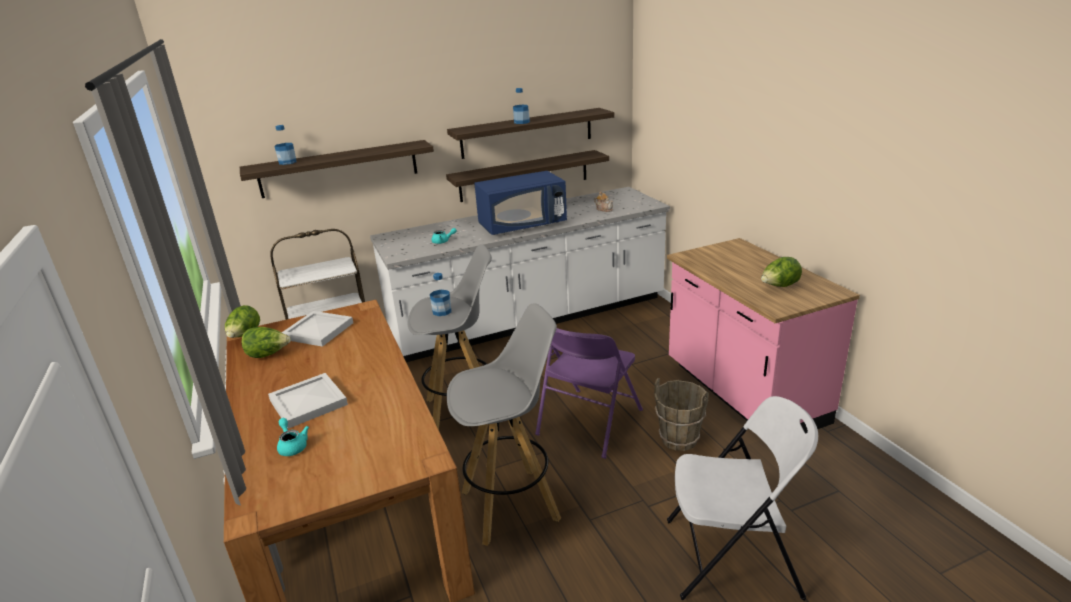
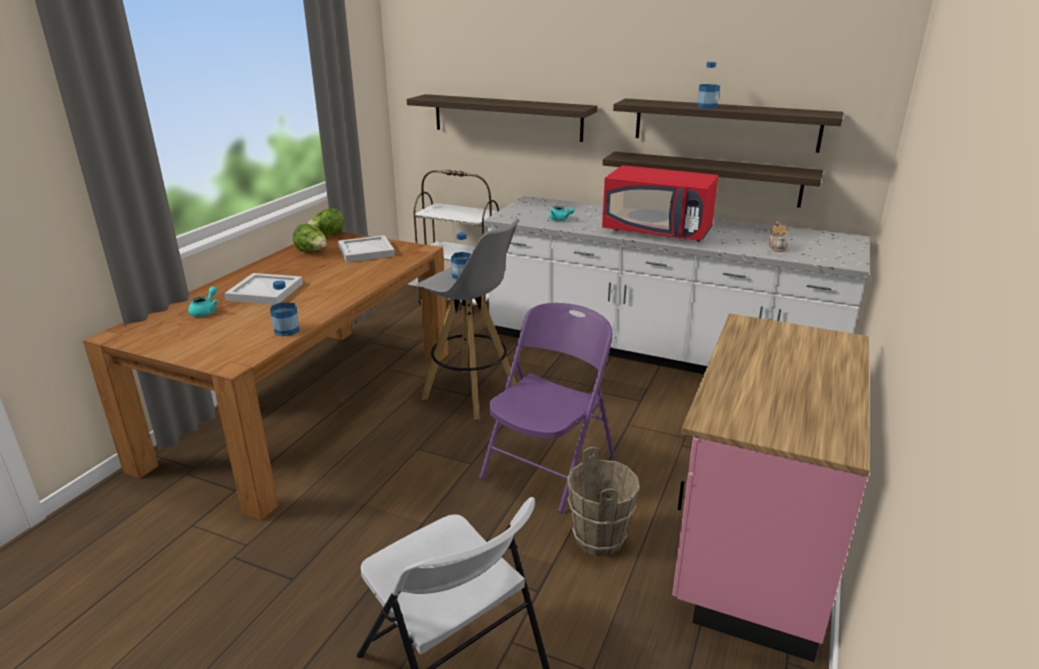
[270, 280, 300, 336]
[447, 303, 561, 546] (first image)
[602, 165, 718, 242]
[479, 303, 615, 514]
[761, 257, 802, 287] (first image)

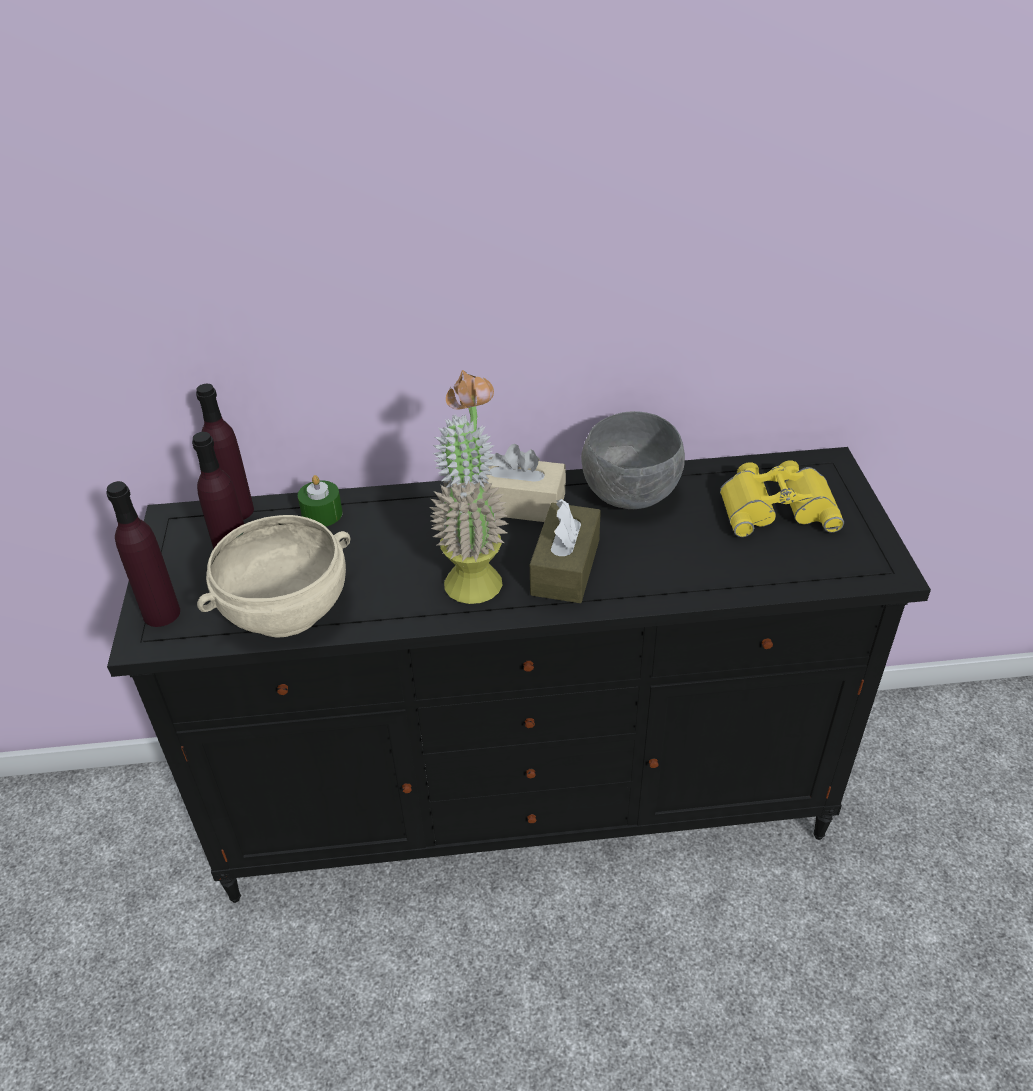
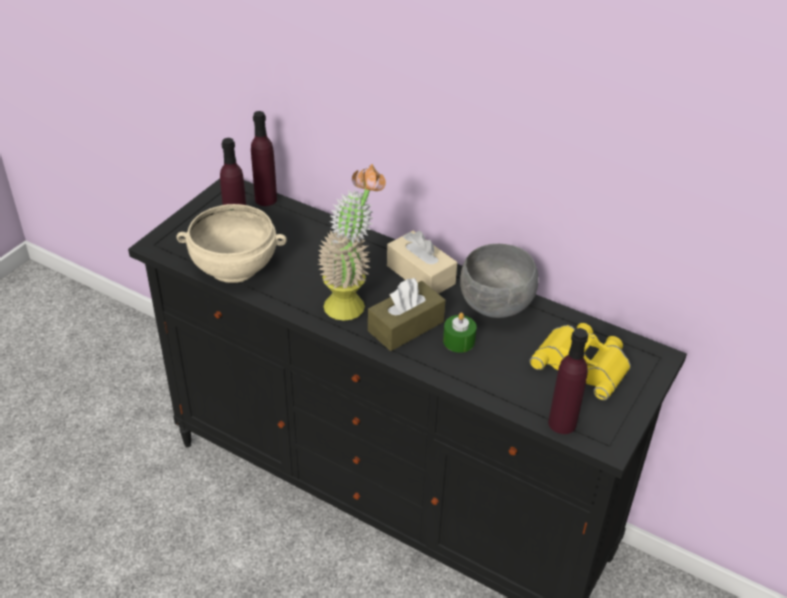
[548, 328, 588, 434]
[443, 313, 477, 353]

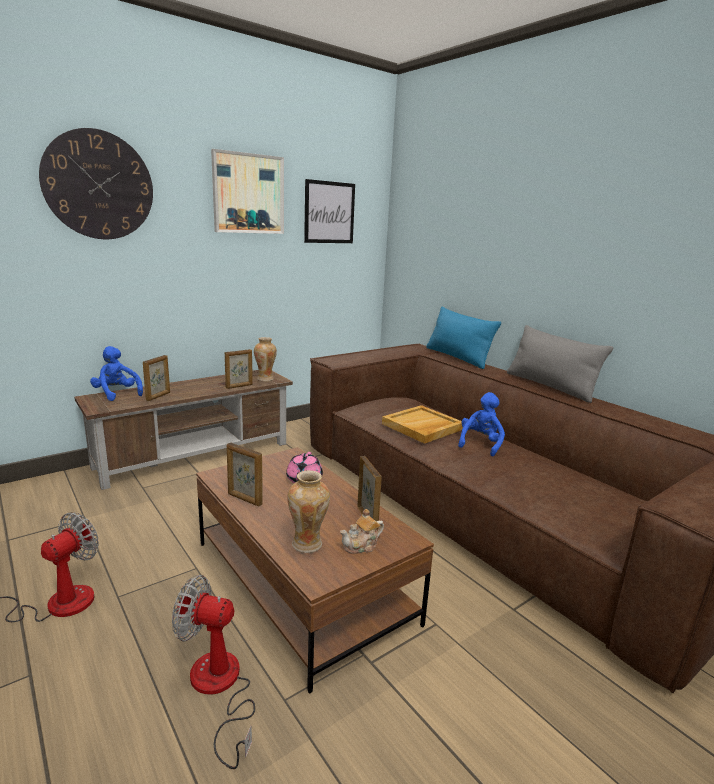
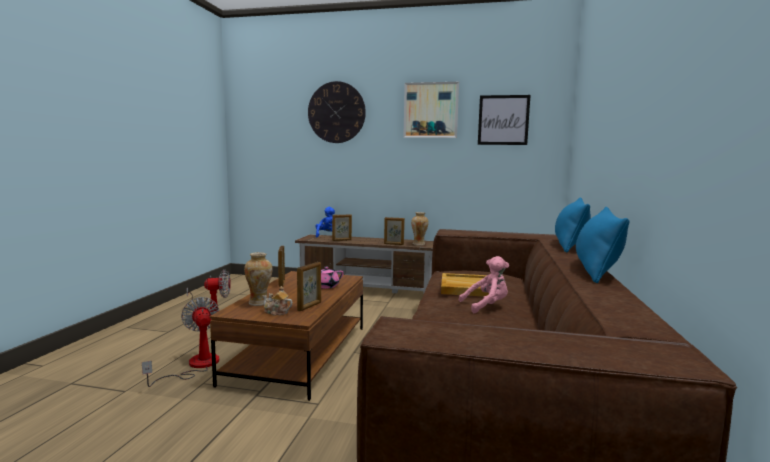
[459, 256, 509, 313]
[576, 207, 630, 283]

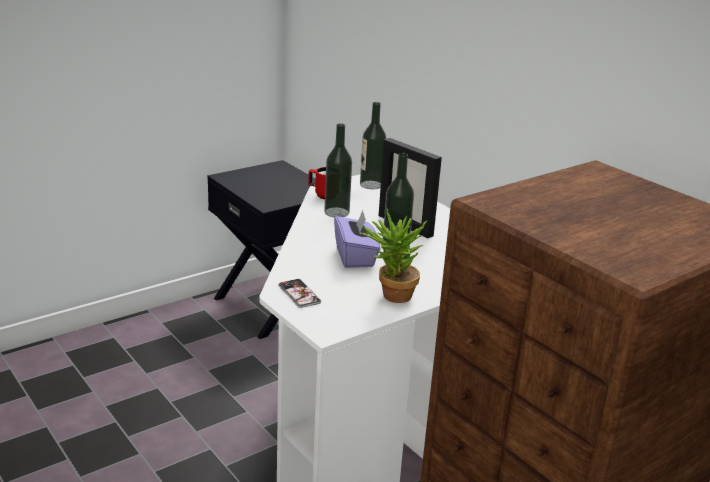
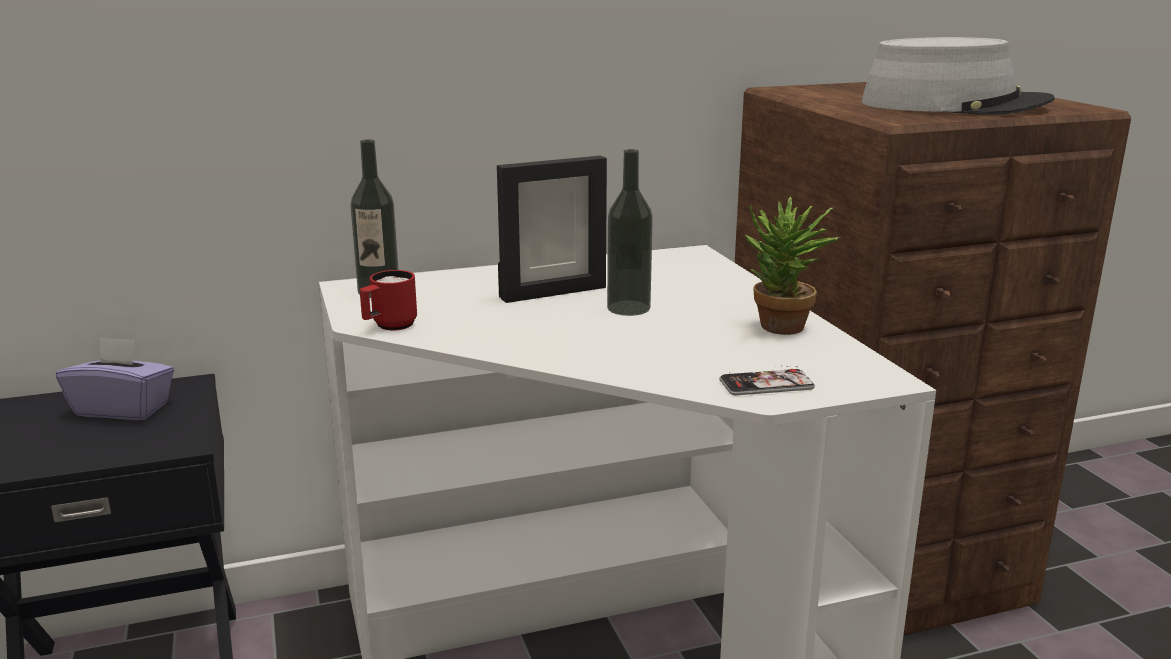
[324, 123, 352, 218] (first image)
[56, 337, 174, 420]
[861, 37, 1054, 115]

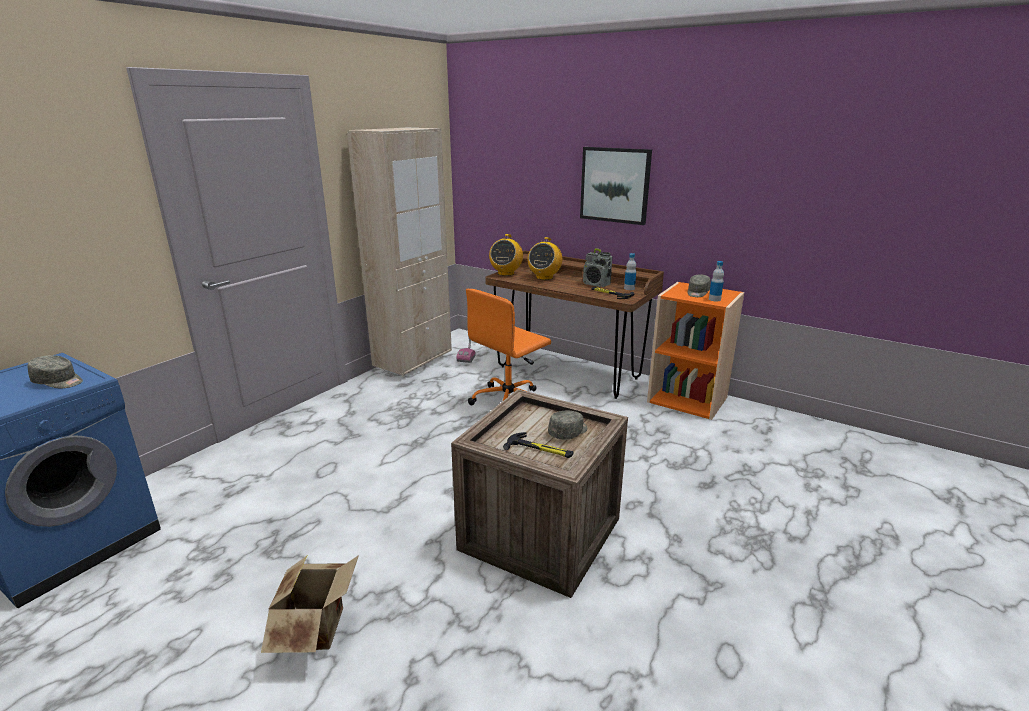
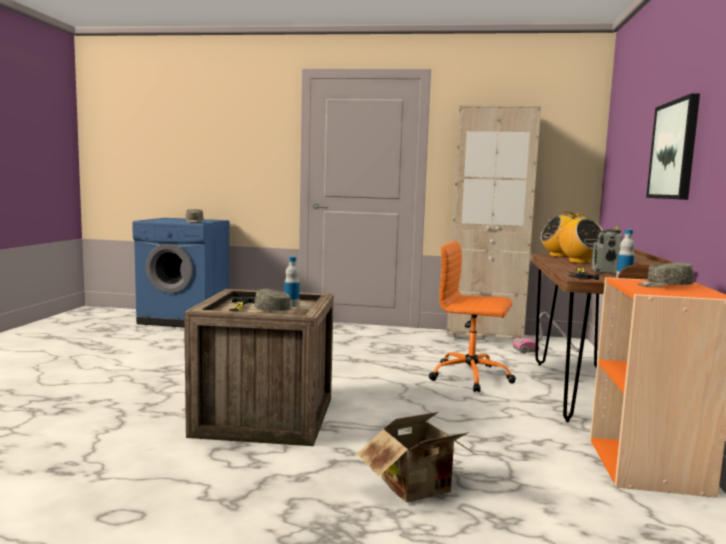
[357, 412, 478, 503]
[559, 213, 603, 264]
[284, 256, 300, 307]

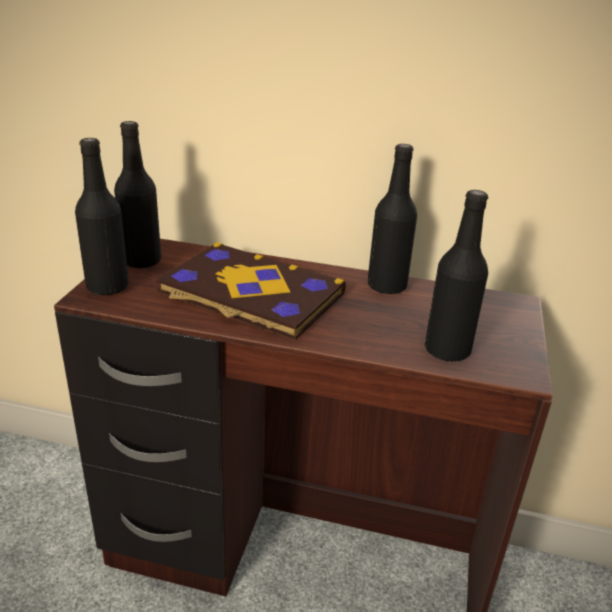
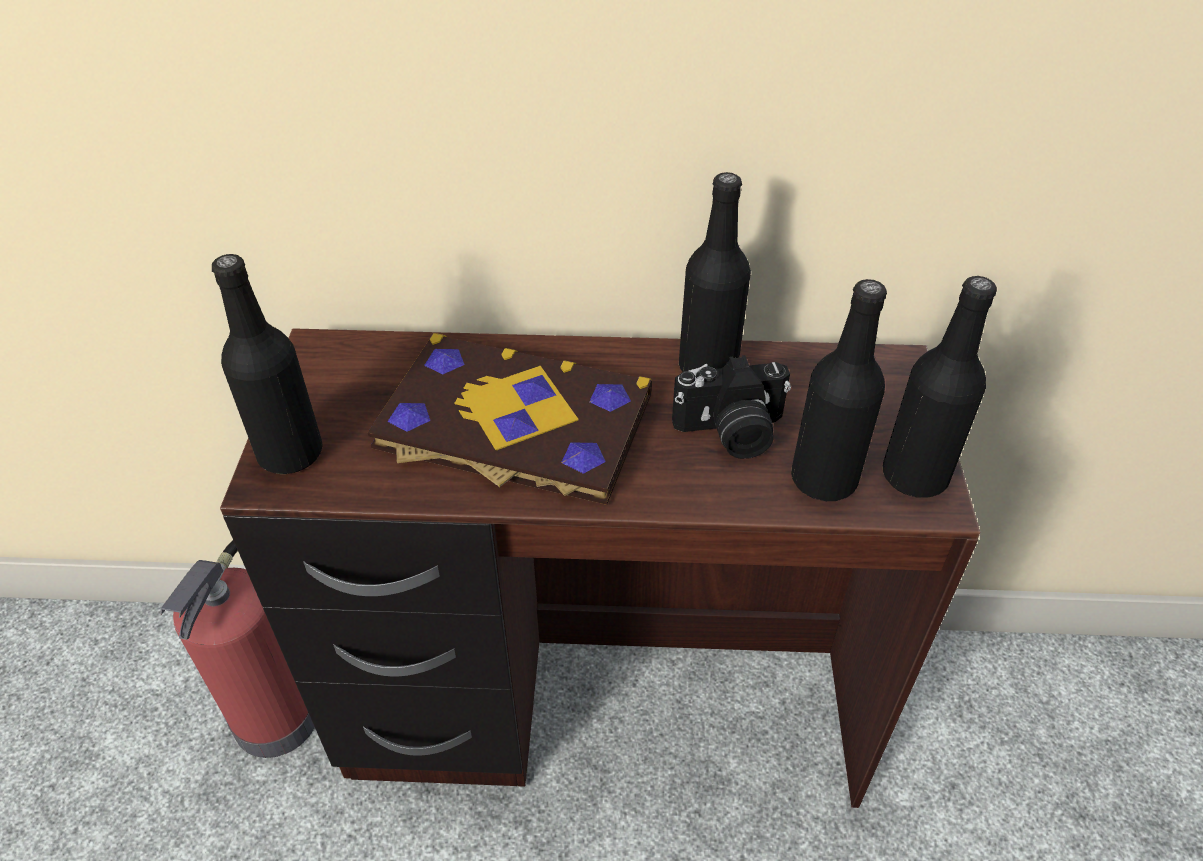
[882, 276, 997, 498]
[160, 541, 315, 758]
[672, 355, 791, 459]

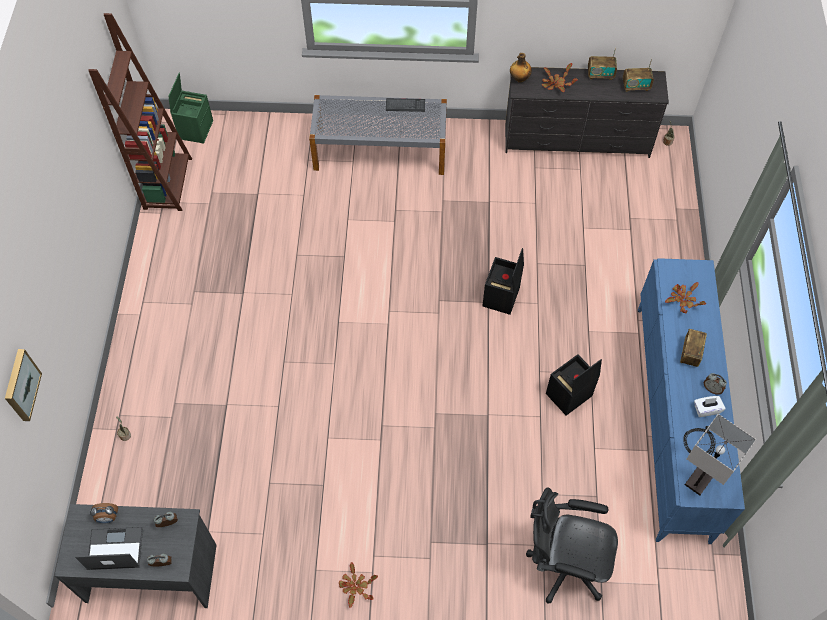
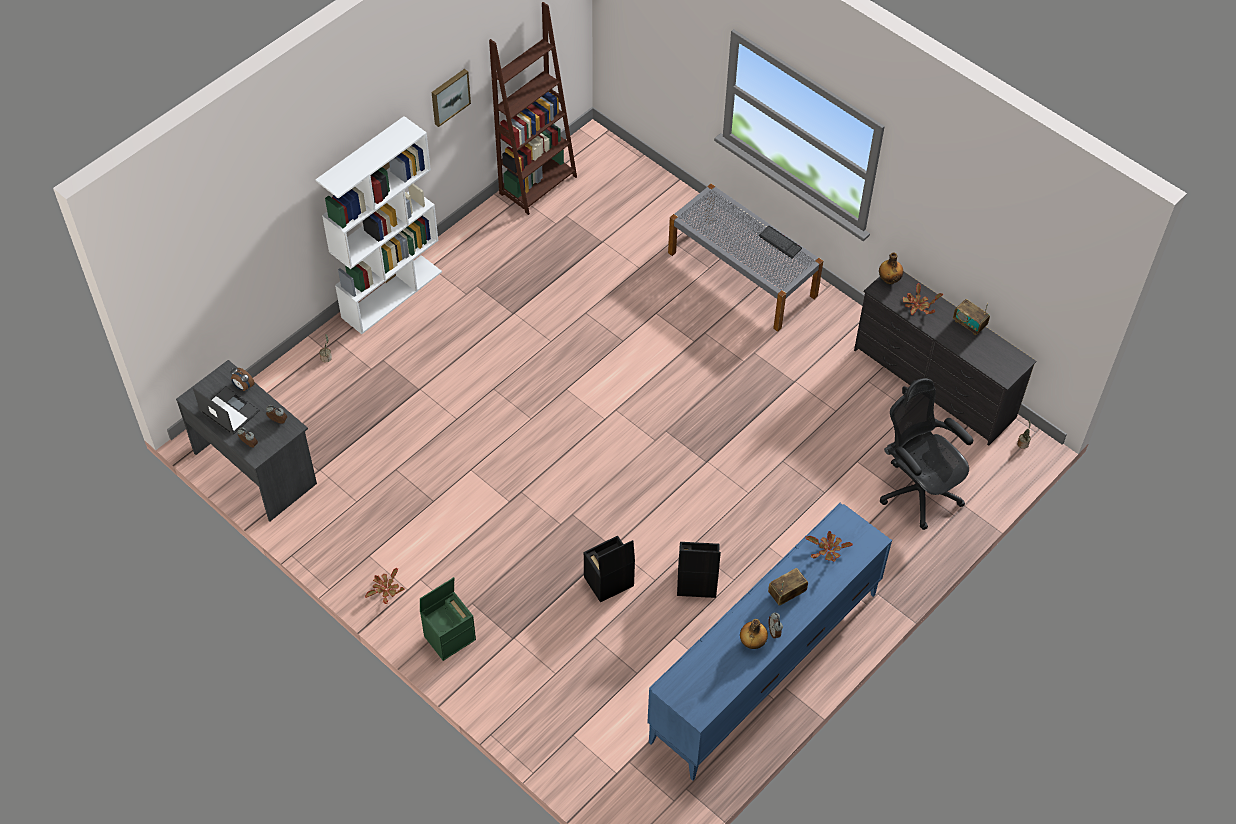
[432, 69, 471, 127]
[420, 577, 476, 661]
[584, 536, 635, 603]
[880, 378, 973, 530]
[623, 59, 654, 92] (first image)
[683, 414, 756, 496] (first image)
[740, 619, 768, 649]
[315, 116, 442, 334]

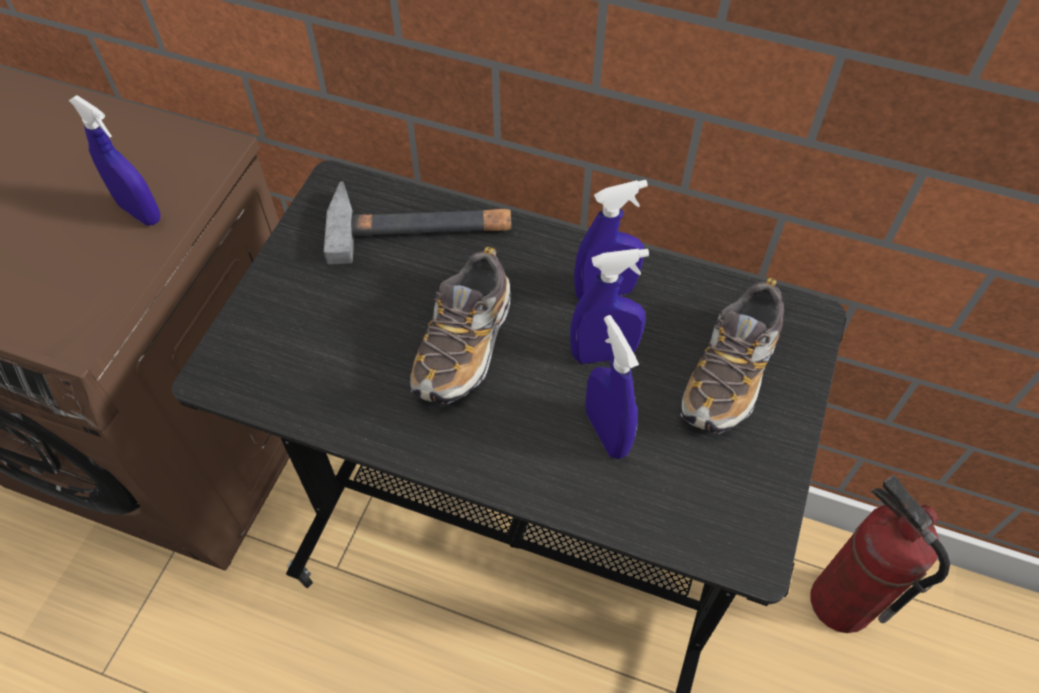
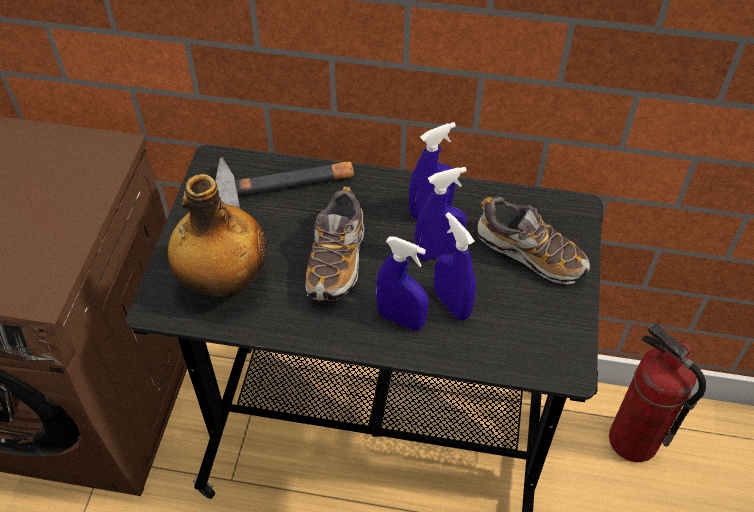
[376, 236, 429, 331]
[477, 197, 590, 285]
[168, 174, 267, 298]

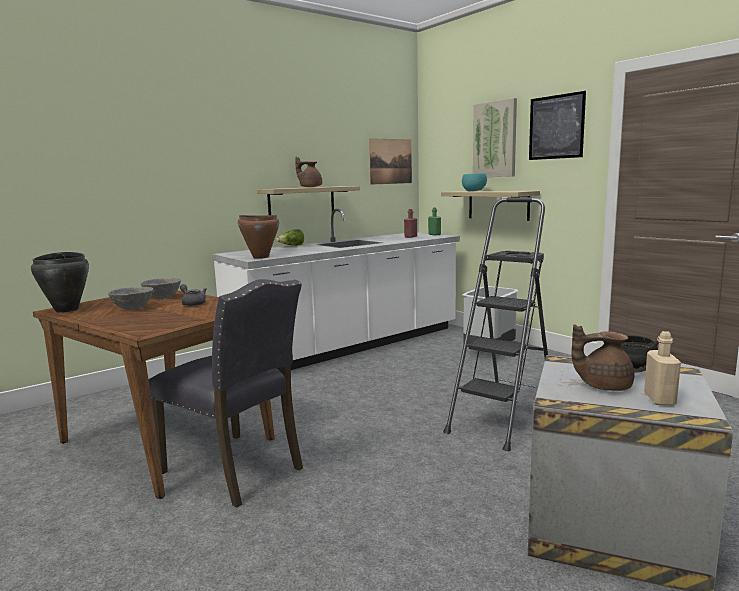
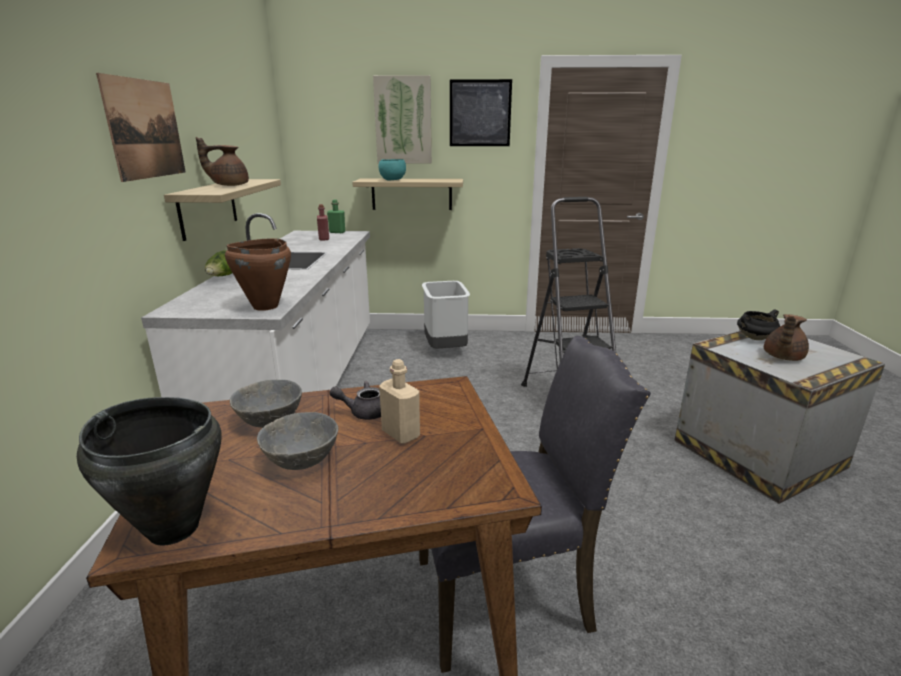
[96, 73, 186, 182]
[379, 359, 420, 444]

